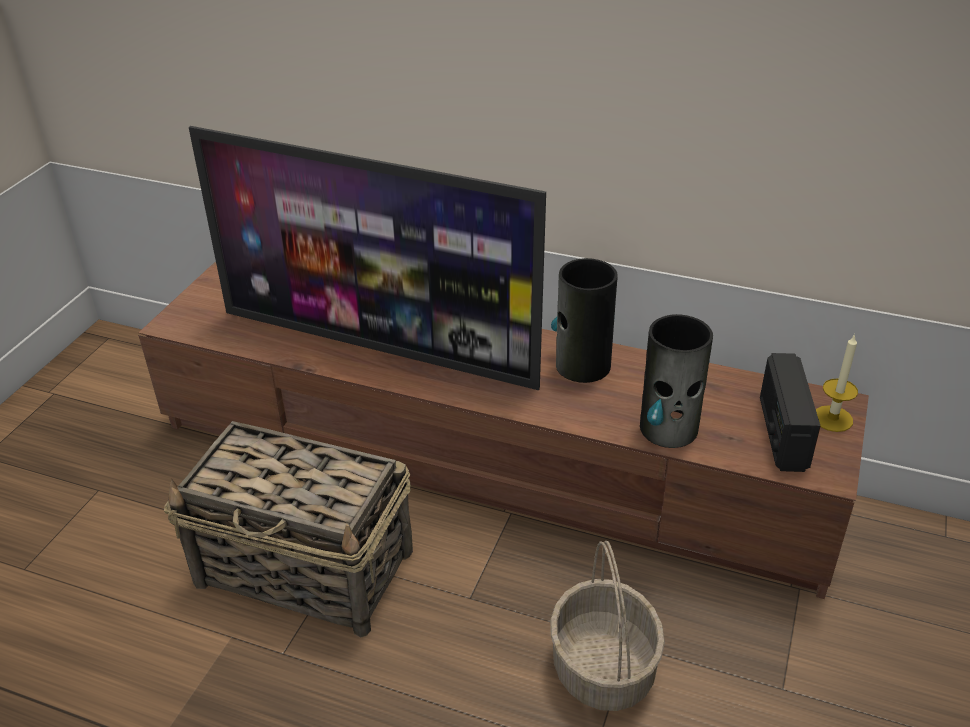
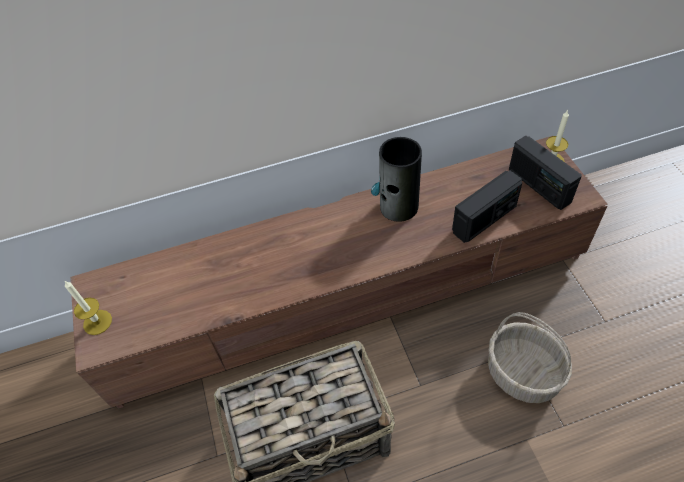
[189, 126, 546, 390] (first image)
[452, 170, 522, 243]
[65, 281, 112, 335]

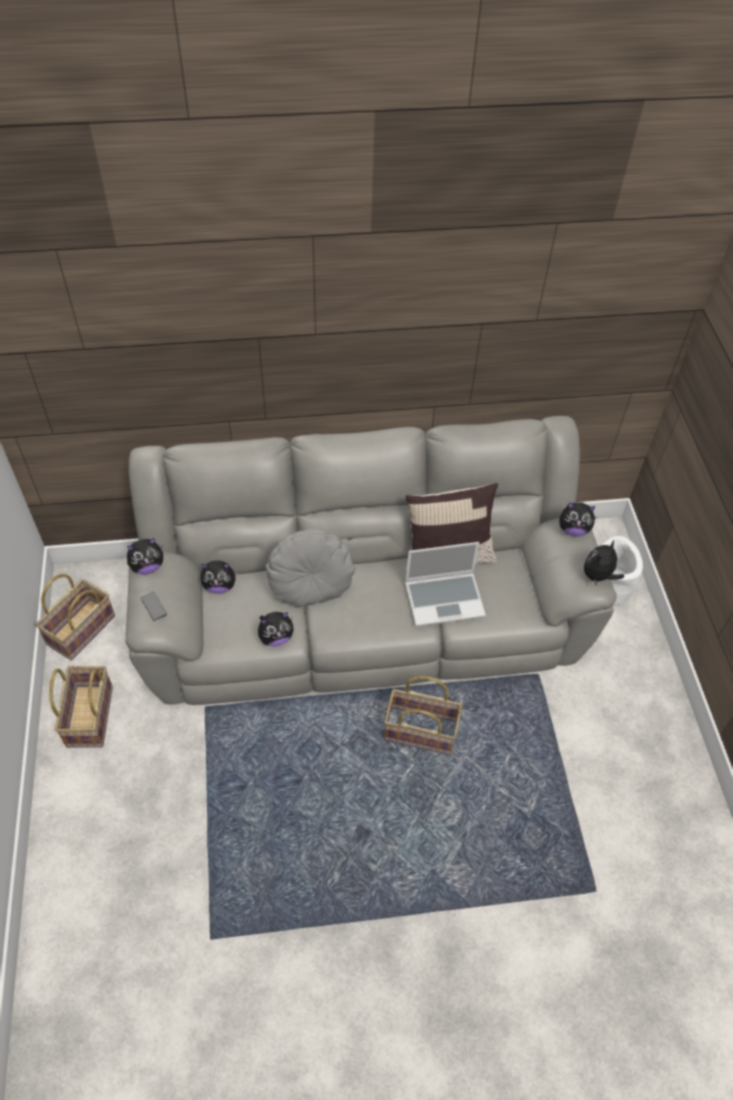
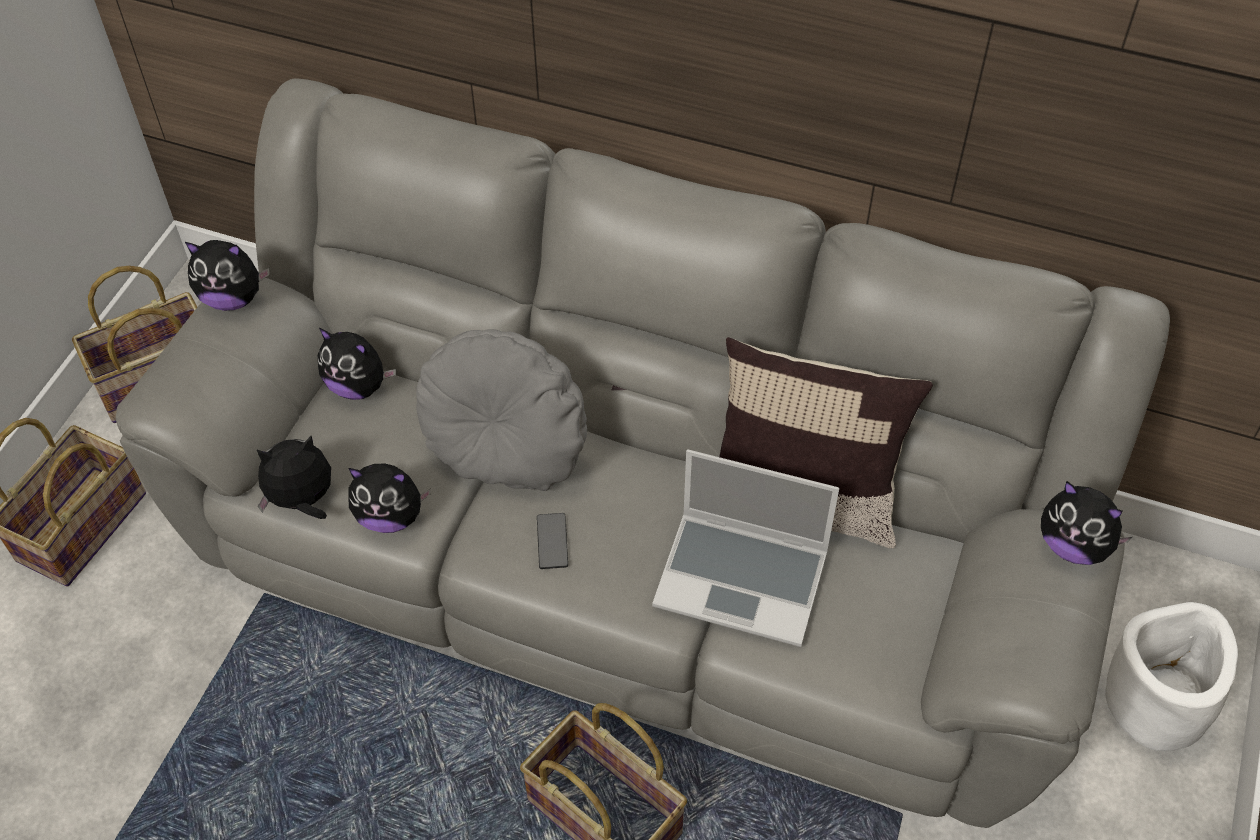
[537, 513, 568, 569]
[256, 436, 331, 519]

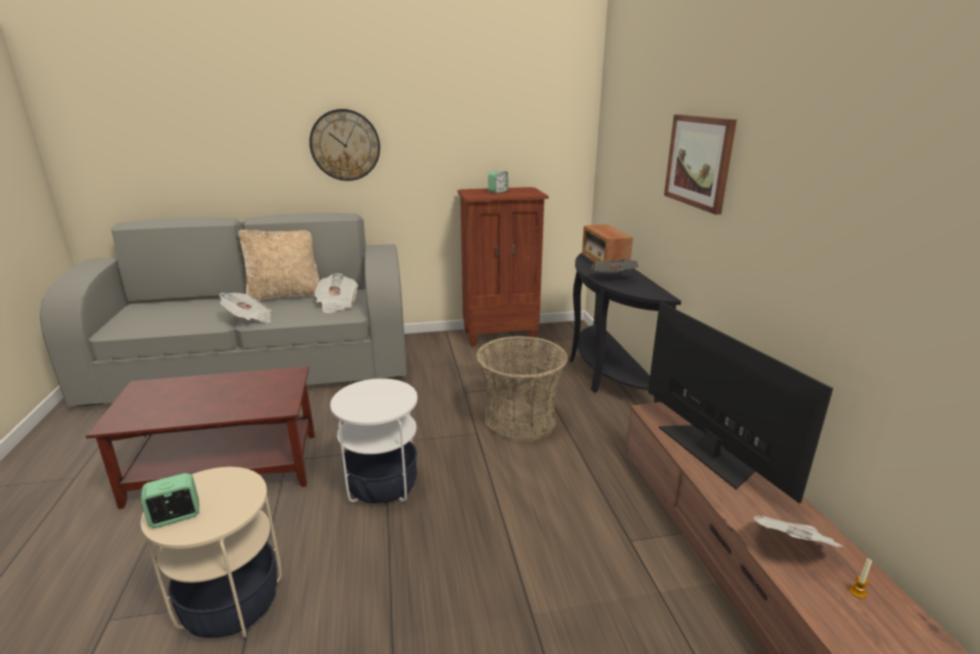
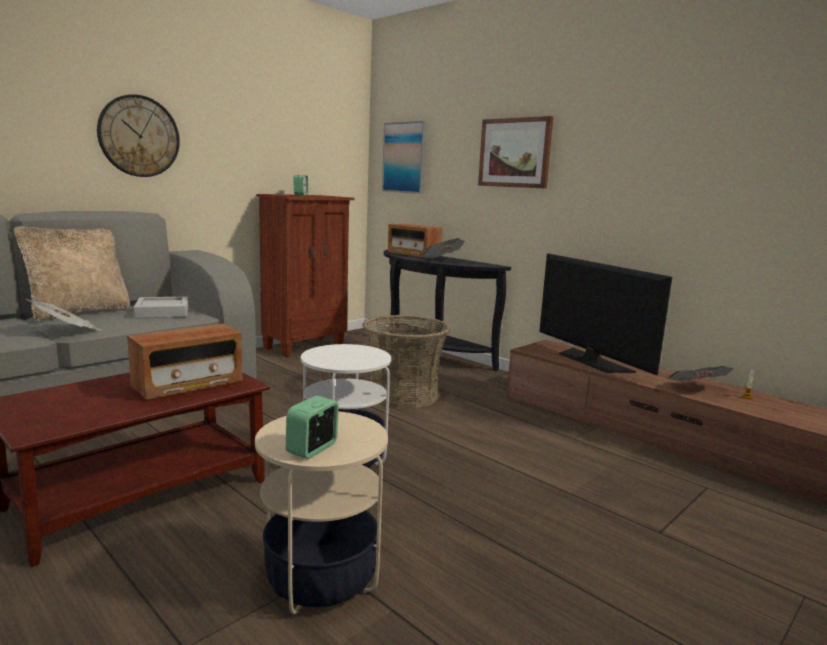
[133, 296, 188, 318]
[539, 253, 672, 375]
[127, 324, 243, 400]
[382, 121, 427, 194]

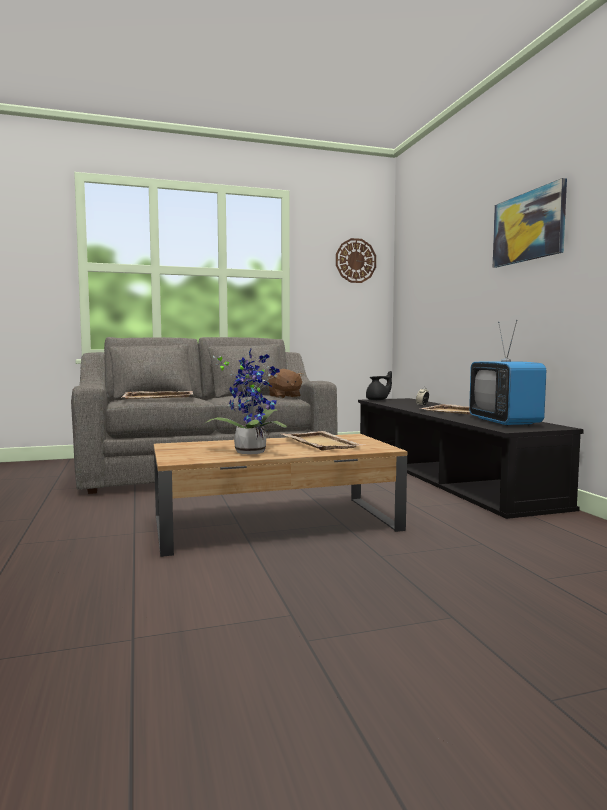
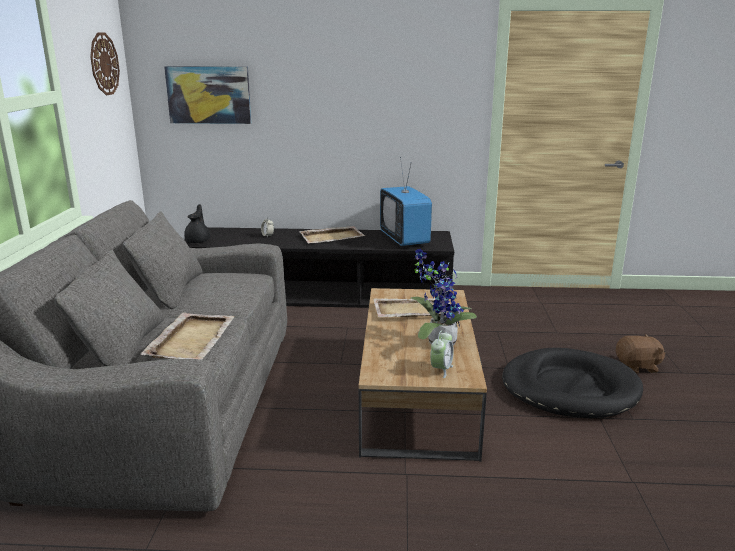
[616, 334, 665, 373]
[380, 157, 432, 246]
[164, 66, 251, 124]
[430, 330, 454, 378]
[502, 348, 643, 418]

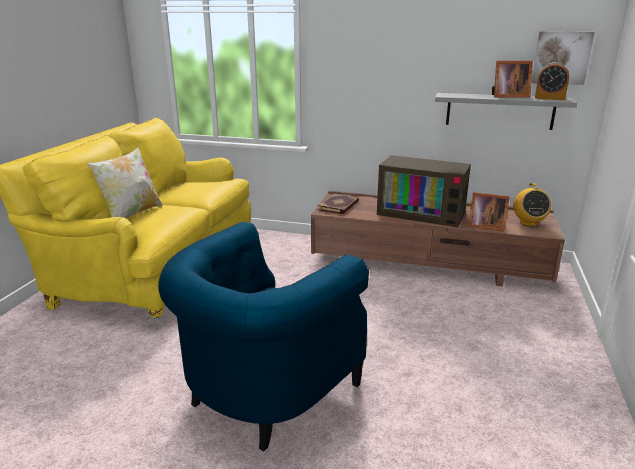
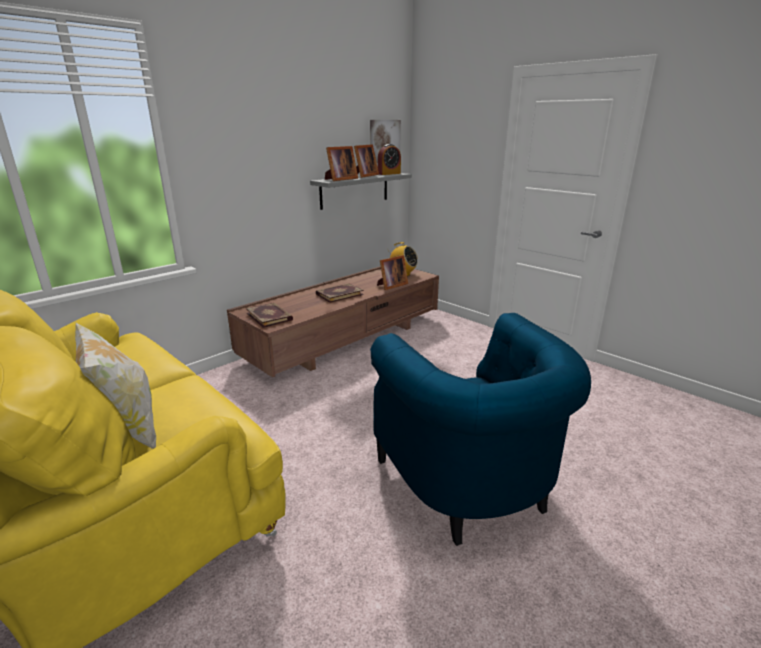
[316, 283, 364, 303]
[325, 146, 358, 181]

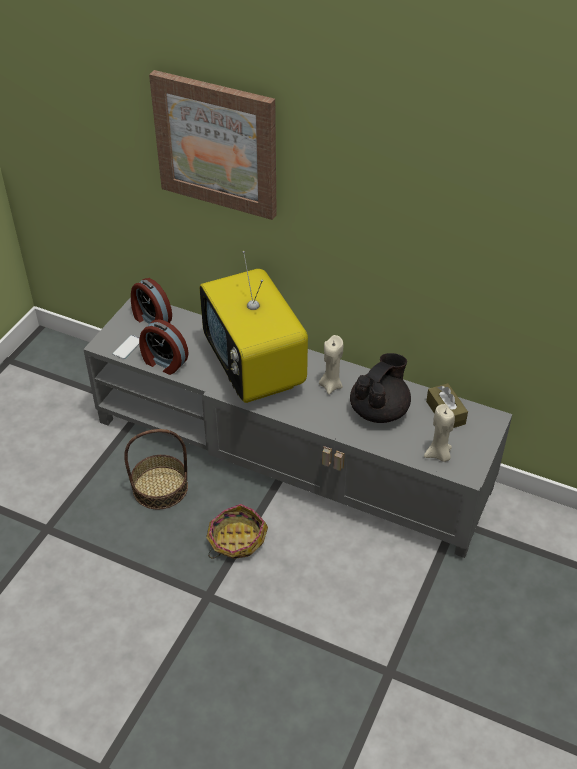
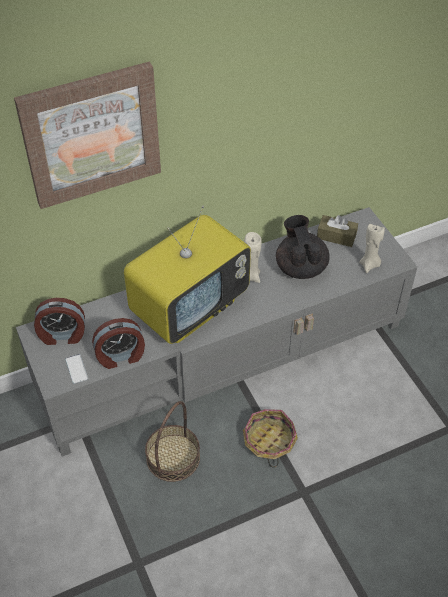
[124, 206, 251, 344]

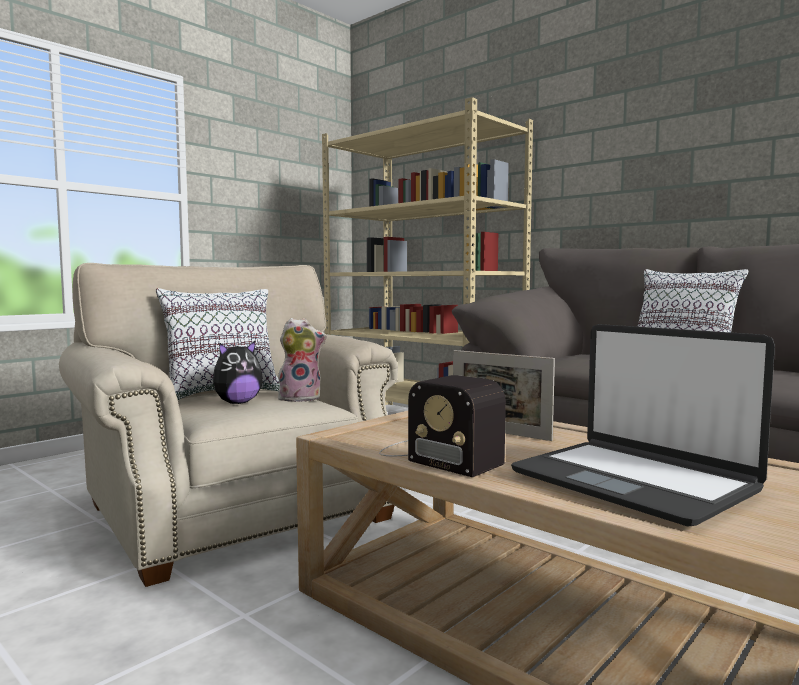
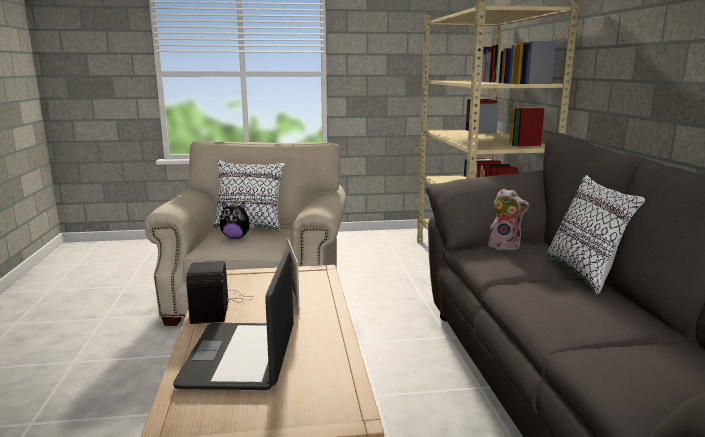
[488, 188, 529, 252]

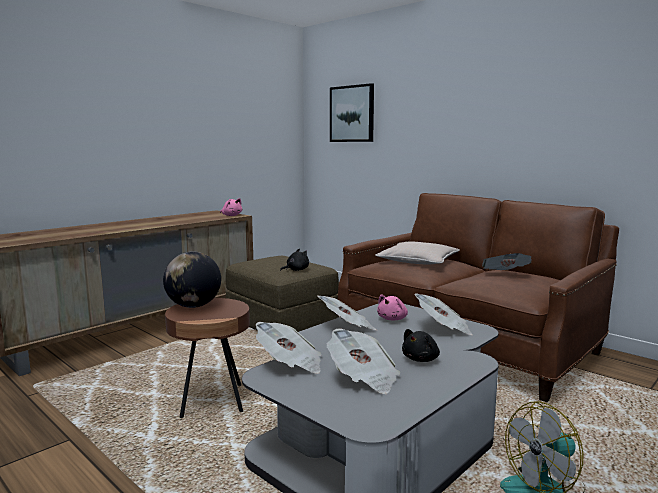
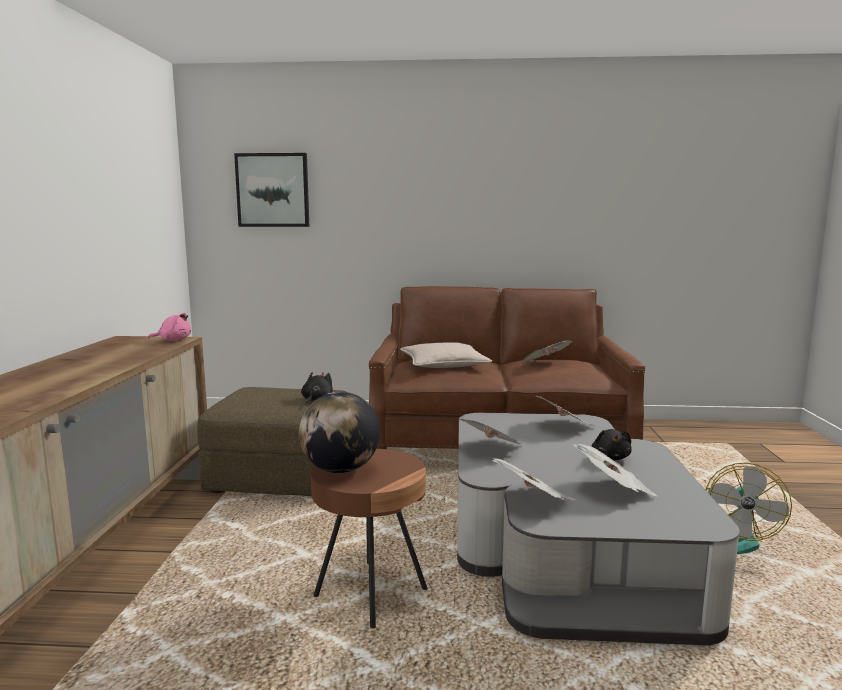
[377, 294, 408, 321] (first image)

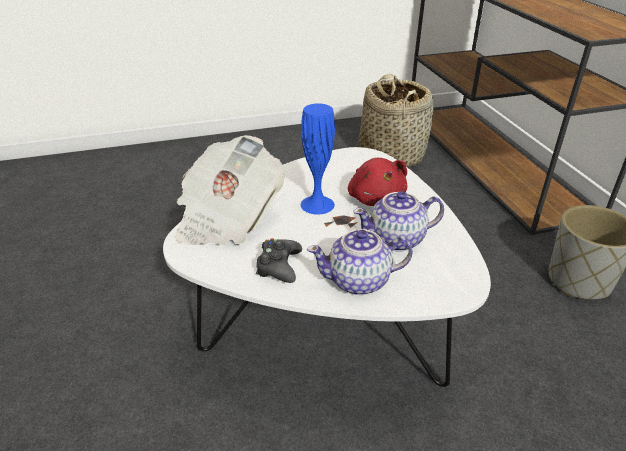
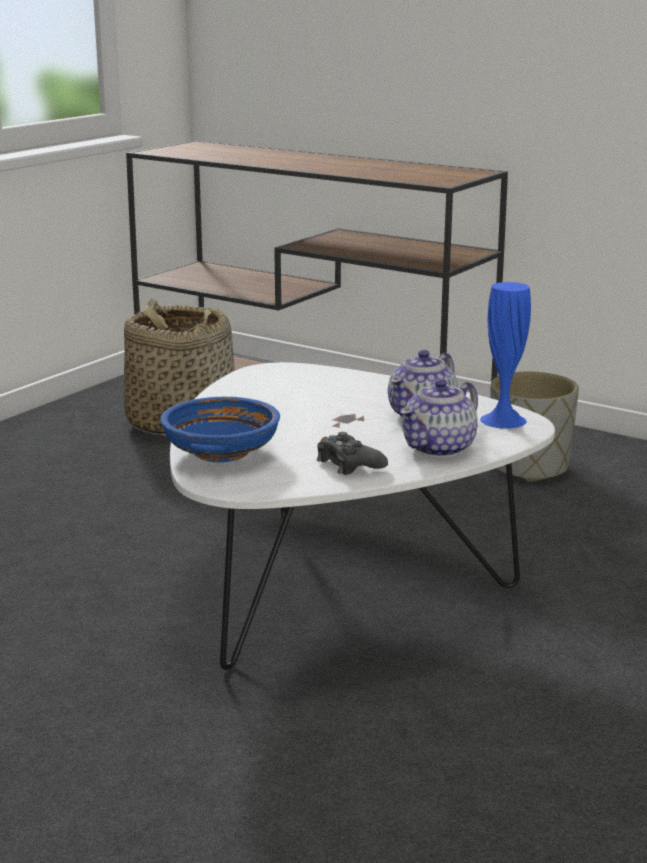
[160, 397, 280, 462]
[480, 282, 531, 429]
[348, 158, 407, 206] (first image)

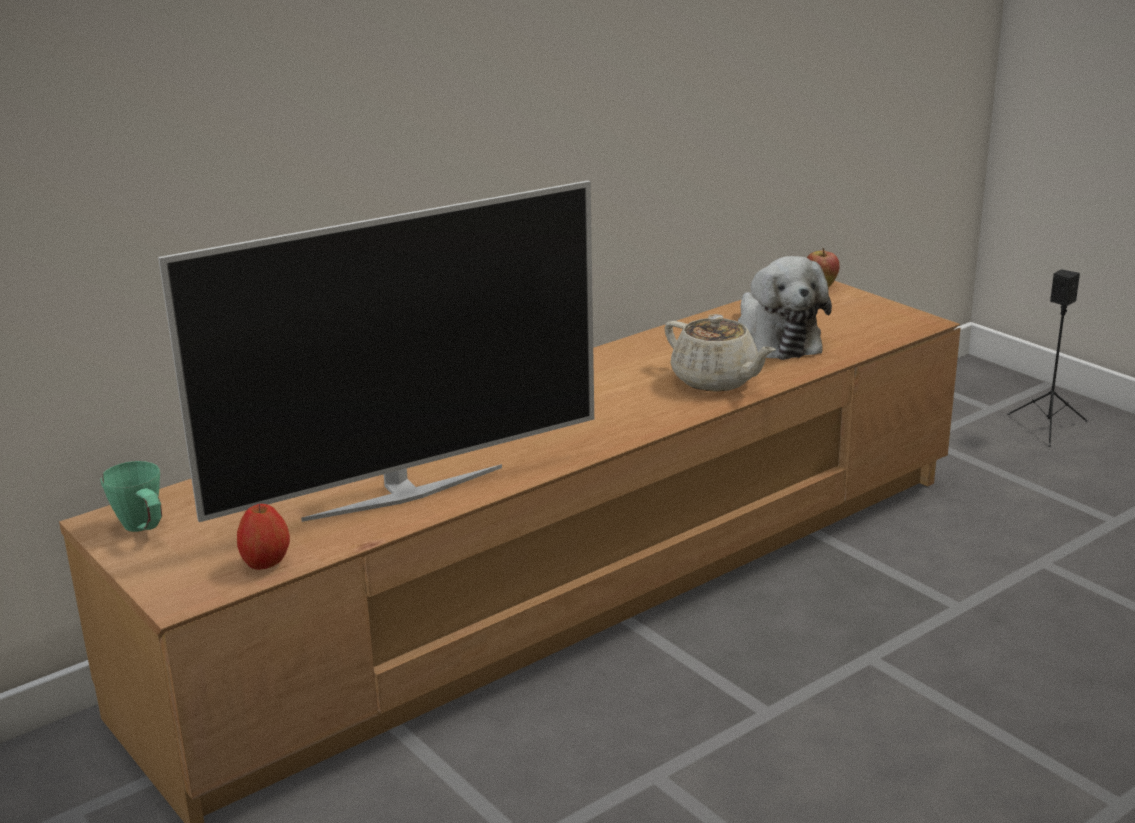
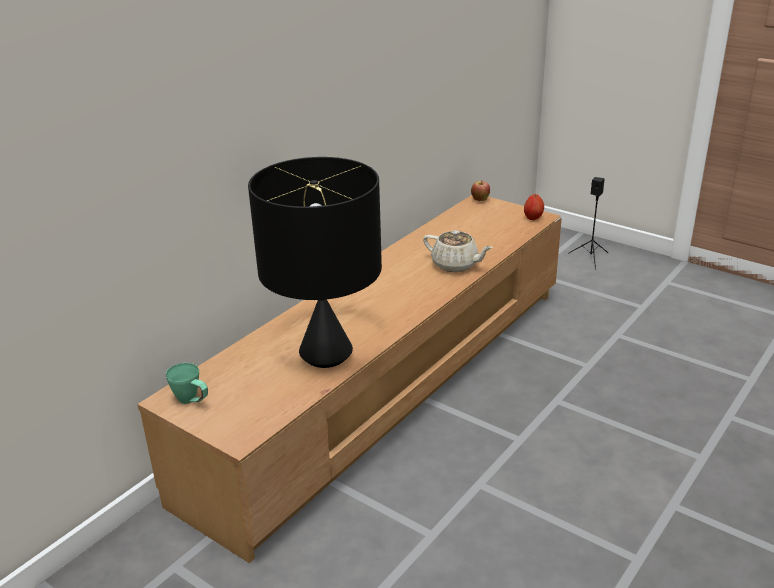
[248, 157, 382, 368]
[524, 194, 544, 220]
[738, 256, 832, 360] (first image)

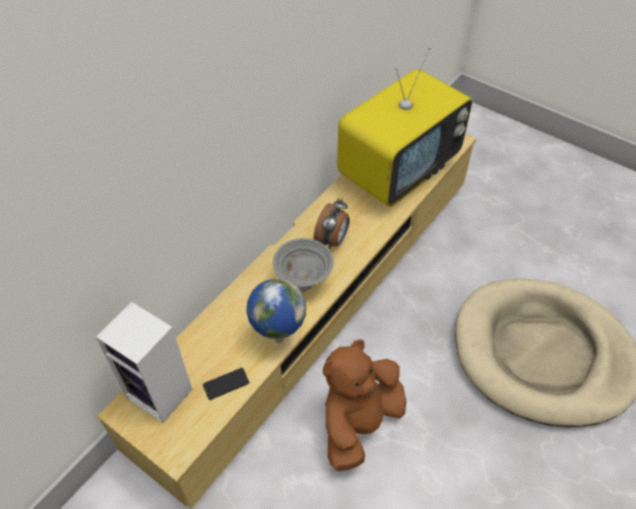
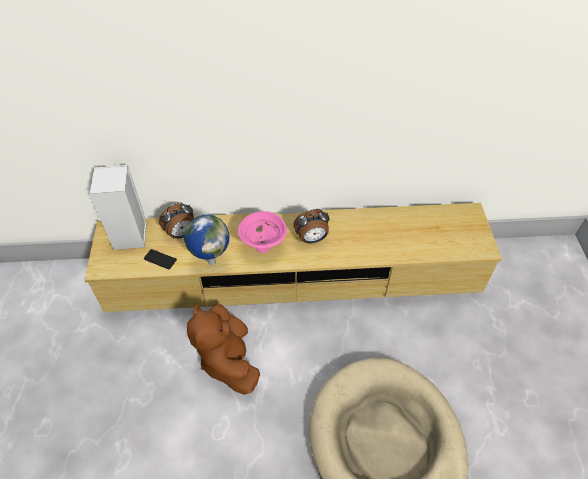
[238, 211, 287, 253]
[187, 304, 260, 395]
[337, 47, 472, 207] (first image)
[159, 202, 194, 239]

